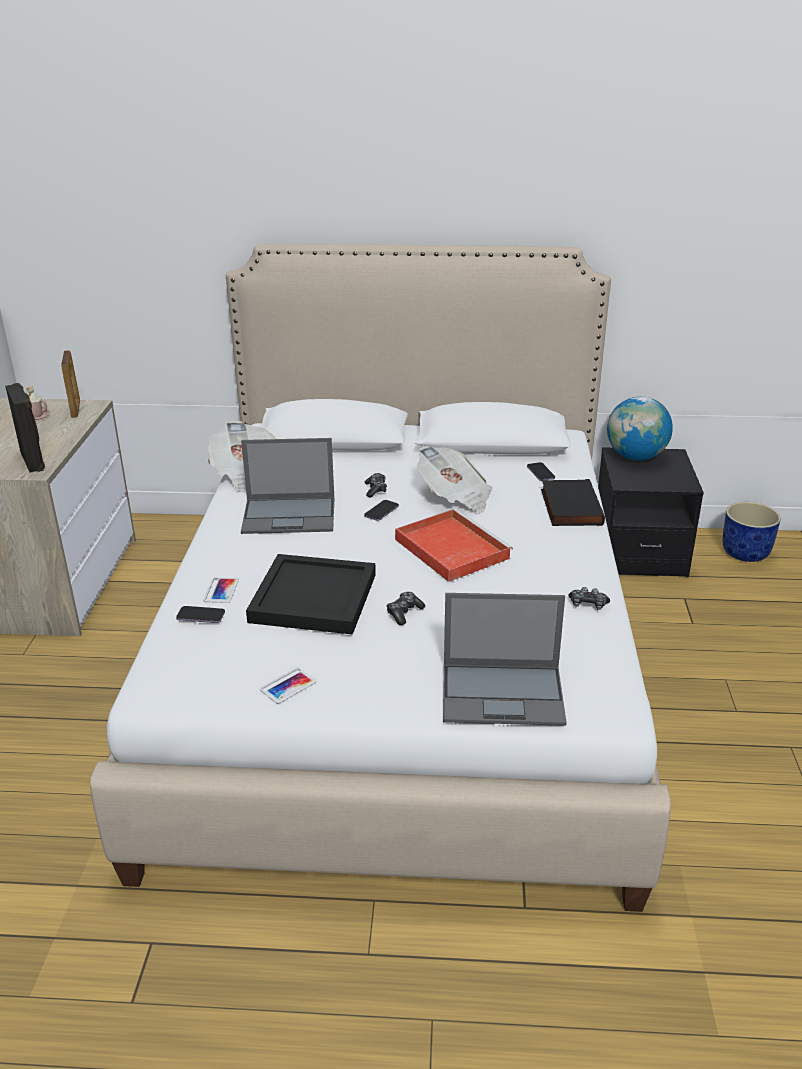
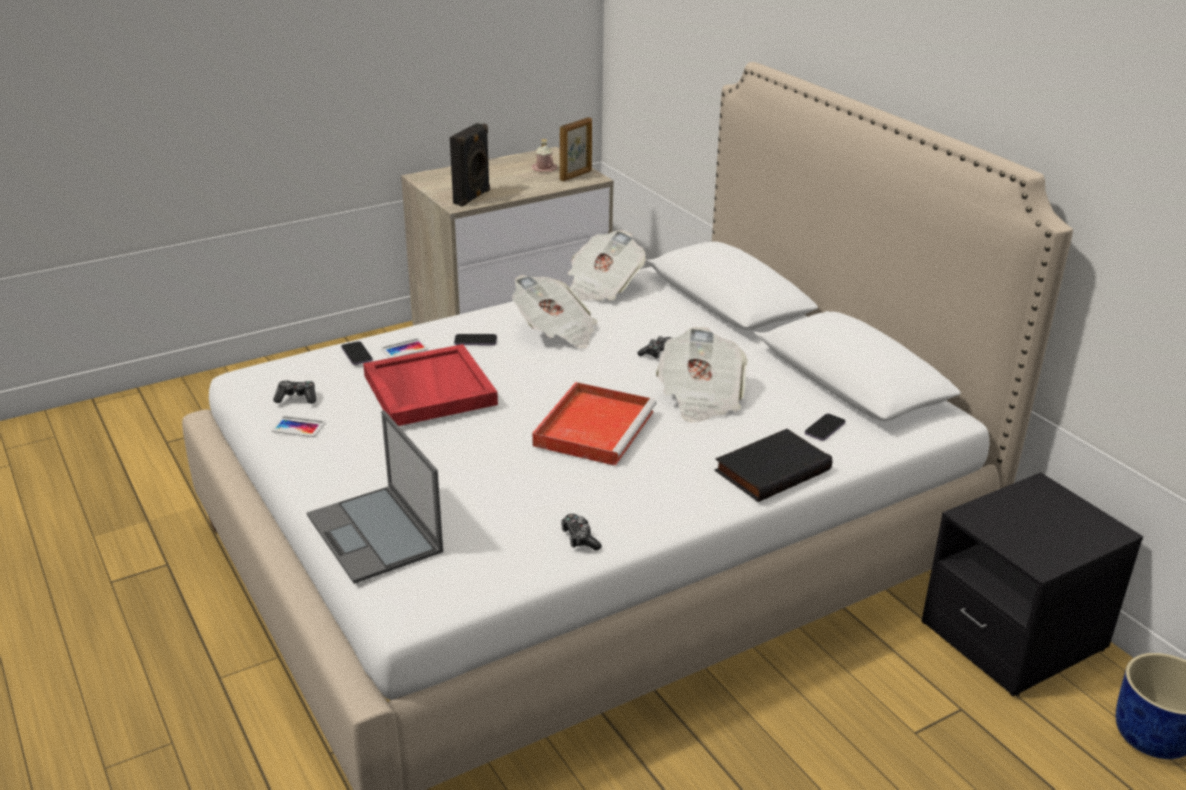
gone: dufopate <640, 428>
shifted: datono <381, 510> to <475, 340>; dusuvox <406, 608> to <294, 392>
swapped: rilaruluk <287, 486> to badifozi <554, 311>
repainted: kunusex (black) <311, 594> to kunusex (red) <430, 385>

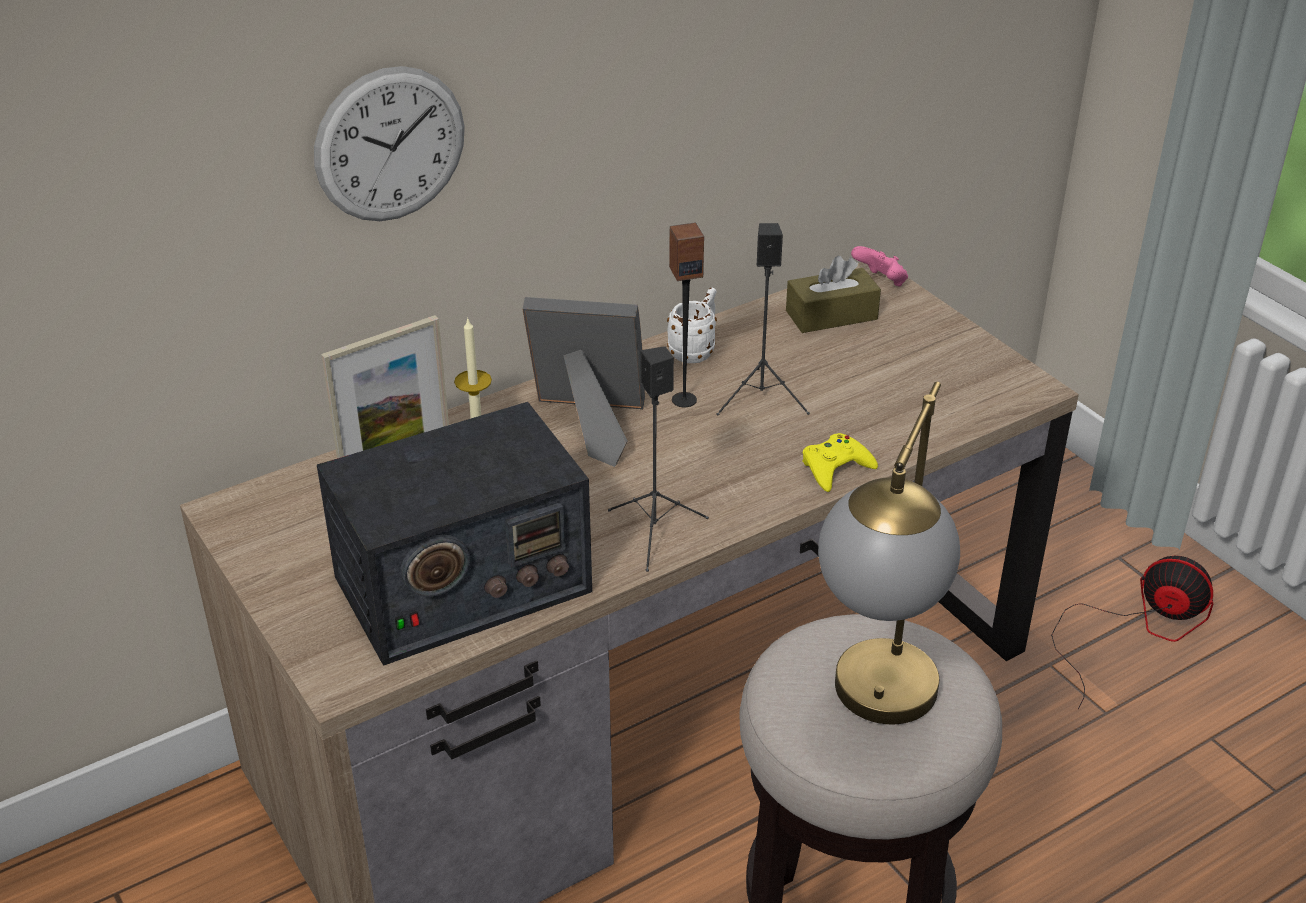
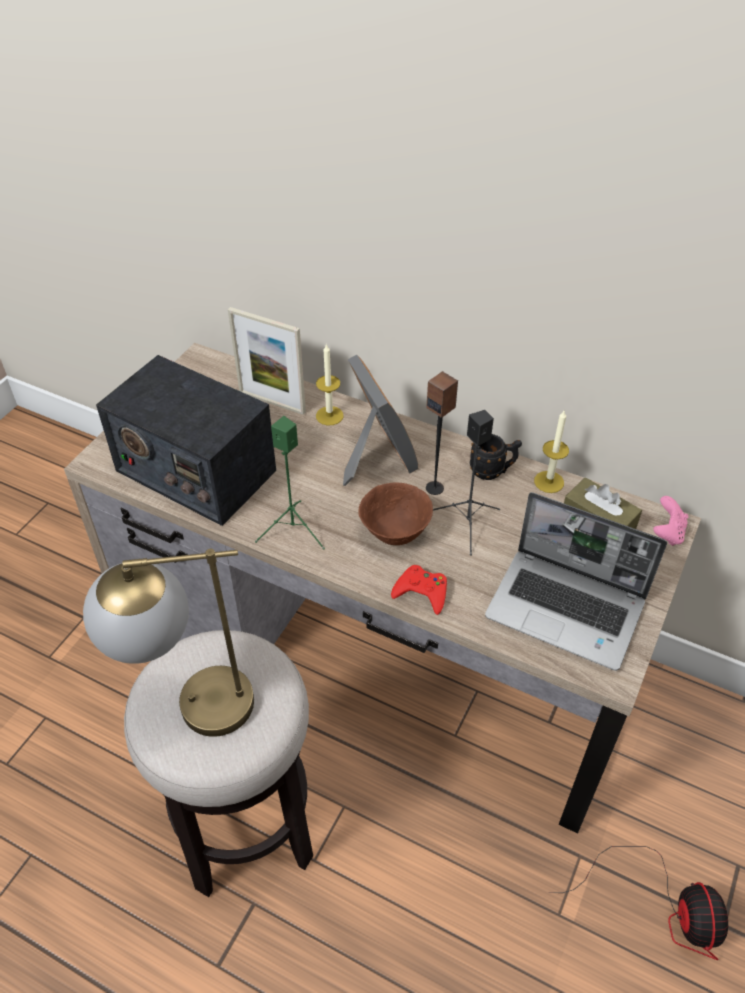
gone: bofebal <389, 143>
new: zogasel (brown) <395, 513>; rilaruluk <576, 581>; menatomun <551, 452>
repainted: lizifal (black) <658, 459> to lizifal (green) <290, 483>; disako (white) <692, 325> to disako (black) <496, 457>; dusuvox (yellow) <840, 462> to dusuvox (red) <419, 590>

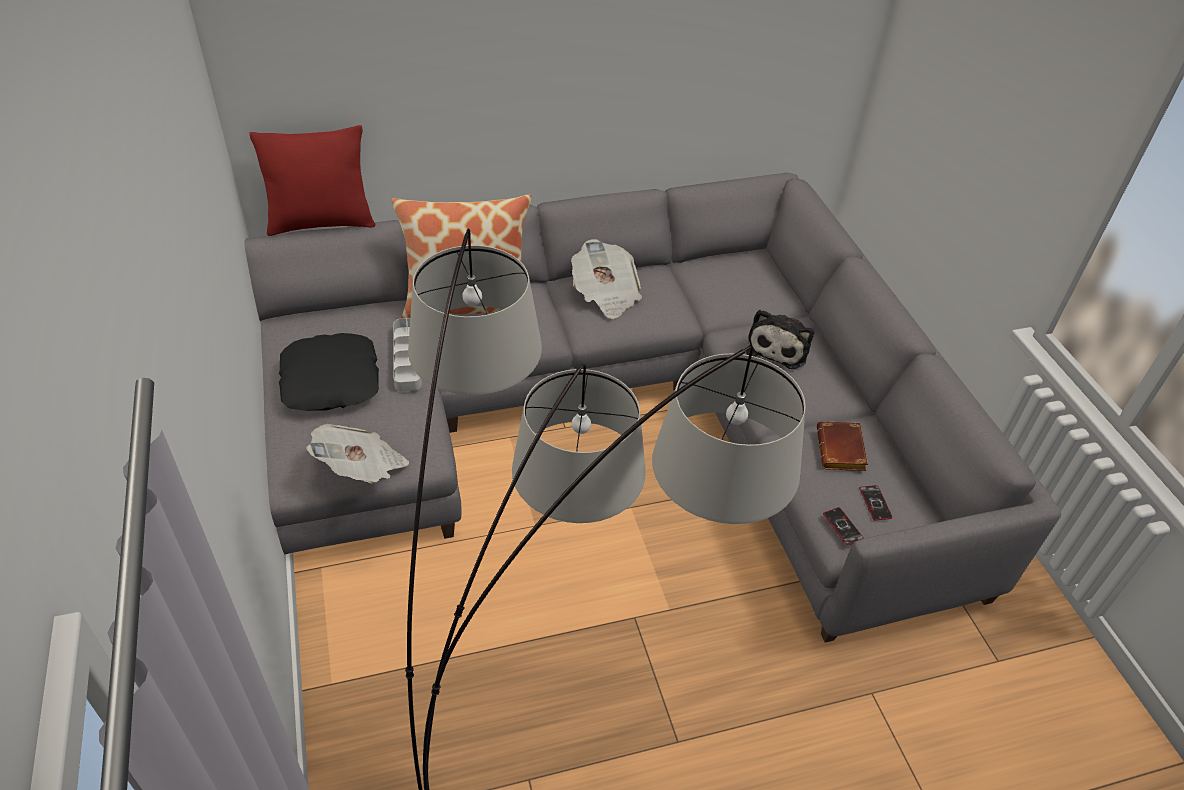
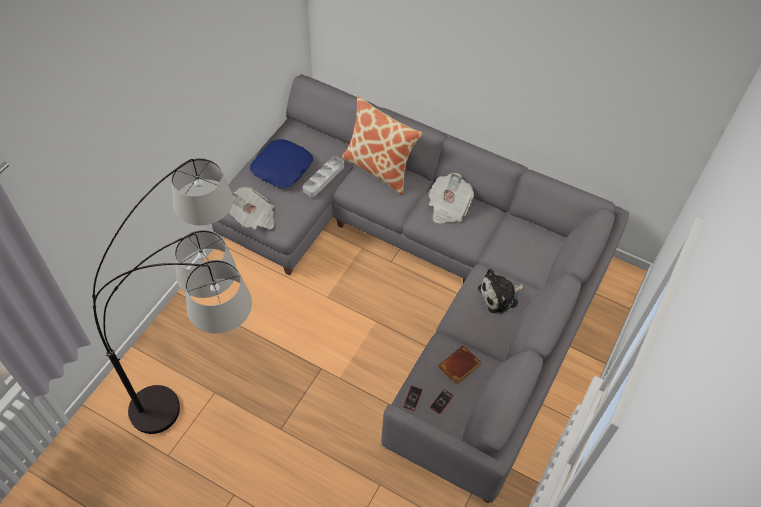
gone: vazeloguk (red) <312, 180>
repainted: vazeloguk (black) <329, 372> to vazeloguk (blue) <281, 163>

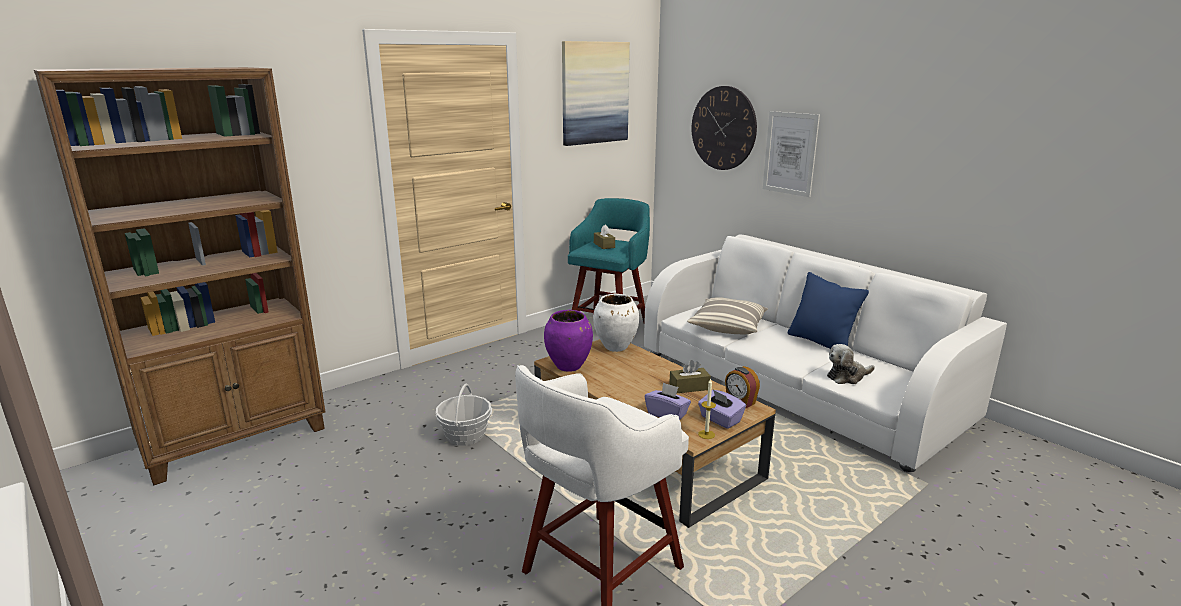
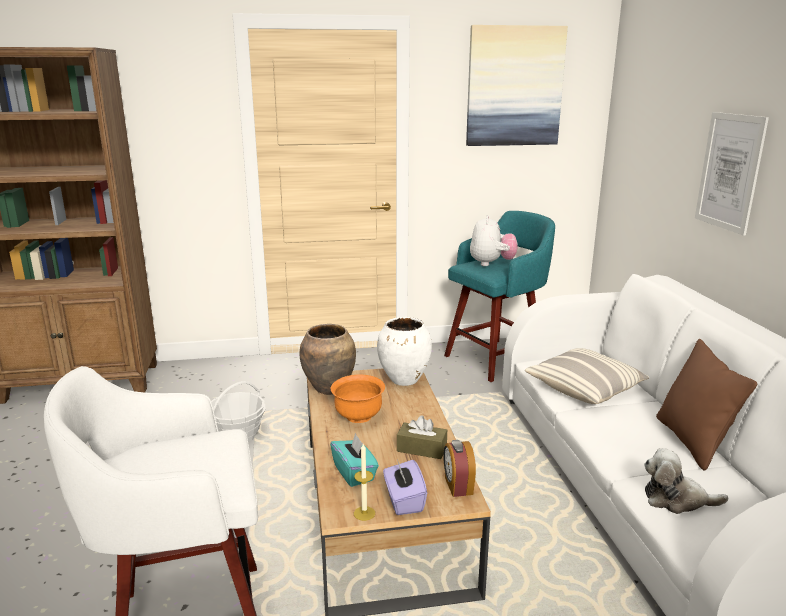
gone: bofebal <724, 128>
new: zogasel (orange) <358, 398>
swapped: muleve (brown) <604, 237> to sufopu <494, 240>
repainted: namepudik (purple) <568, 340> to namepudik (brown) <328, 359>; muleve (purple) <668, 401> to muleve (turquoise) <354, 460>; vazeloguk (blue) <828, 310> to vazeloguk (brown) <706, 405>

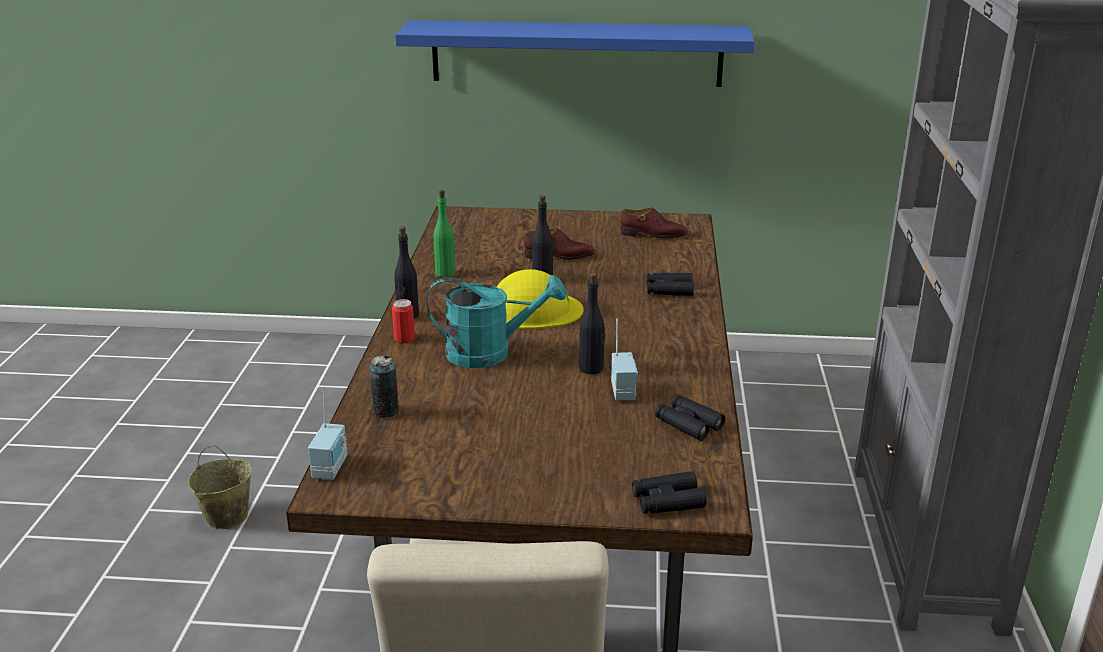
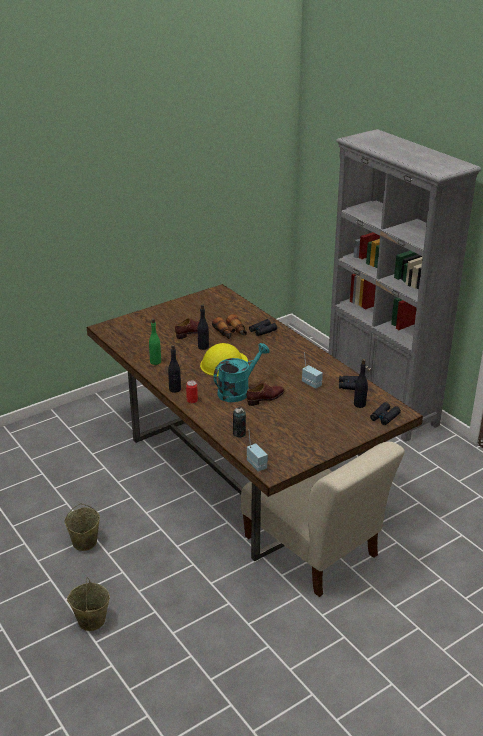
gone: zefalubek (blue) <574, 53>
new: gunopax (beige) <88, 604>; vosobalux <229, 326>
shifted: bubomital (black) <592, 323> to <361, 383>; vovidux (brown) <654, 223> to <266, 394>

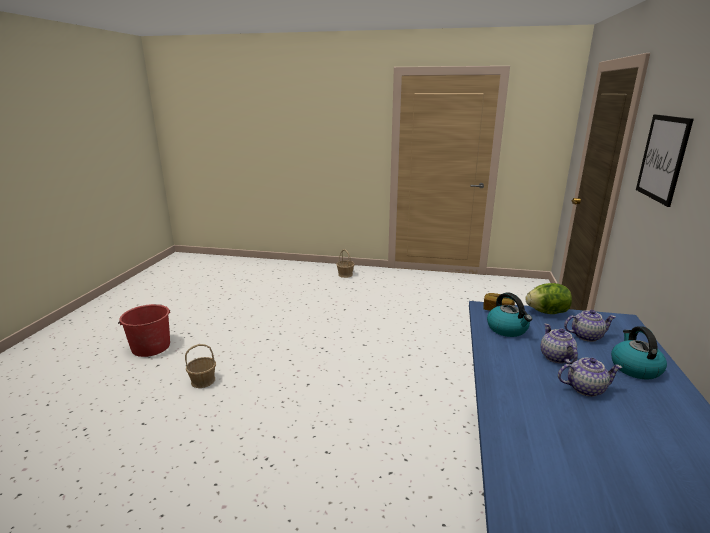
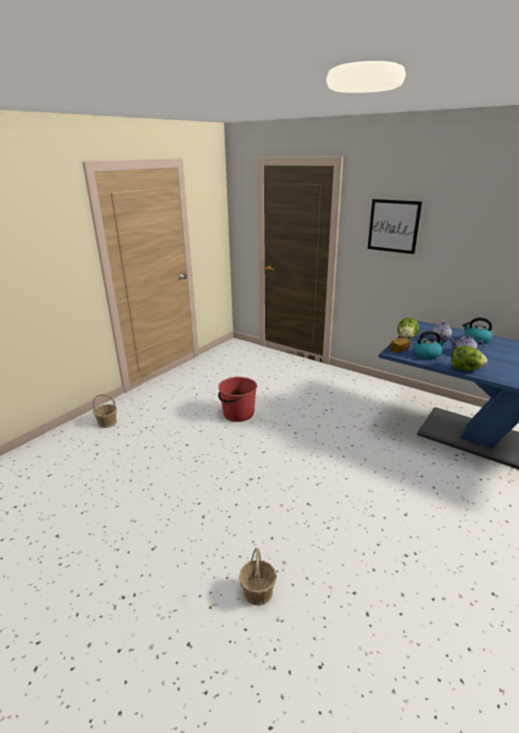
gone: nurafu <590, 377>
new: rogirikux <469, 358>
shifted: gunopax (red) <144, 330> to <237, 399>

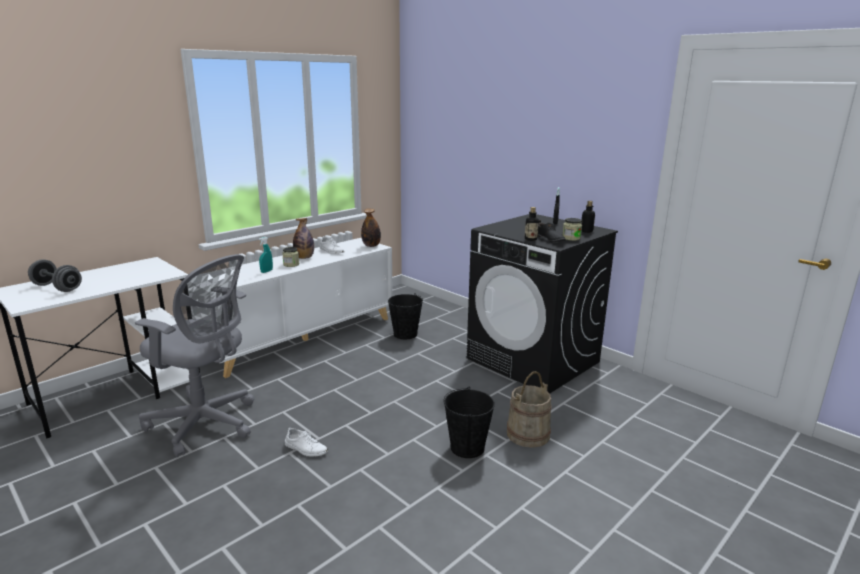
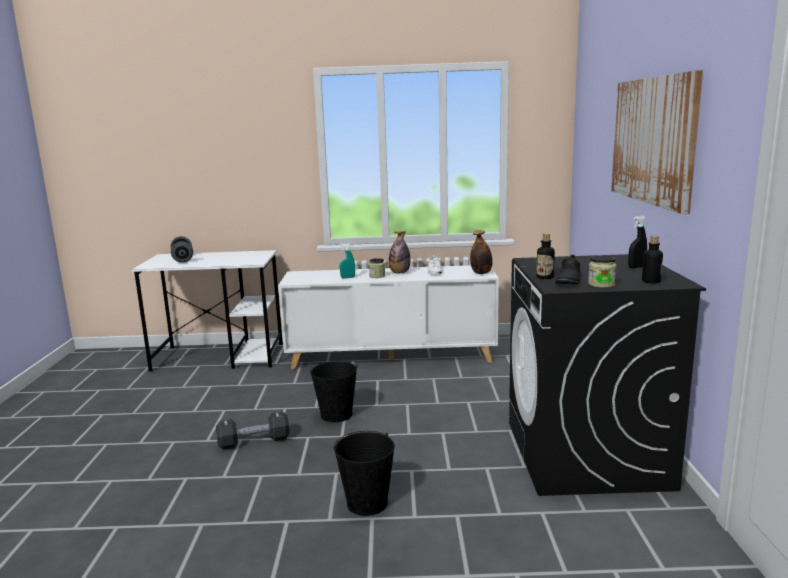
gone: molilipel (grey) <195, 355>; gunopax (beige) <529, 409>
new: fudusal <657, 142>
shifted: gunopax (black) <405, 316> to <333, 392>
swapped: vovidux (white) <306, 442> to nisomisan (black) <252, 430>

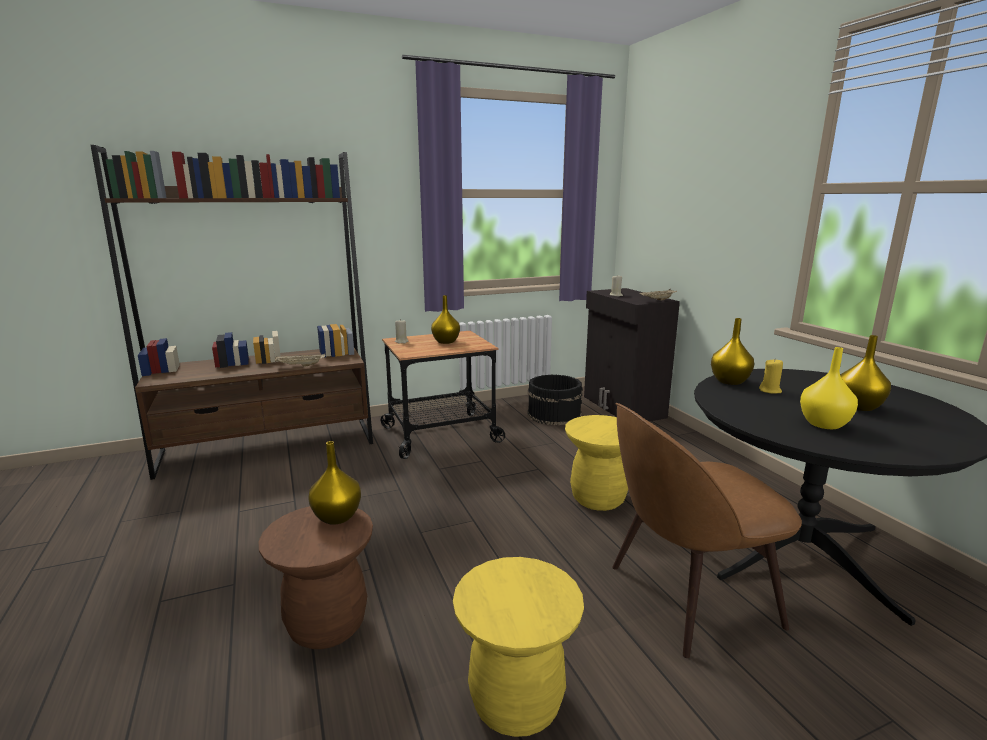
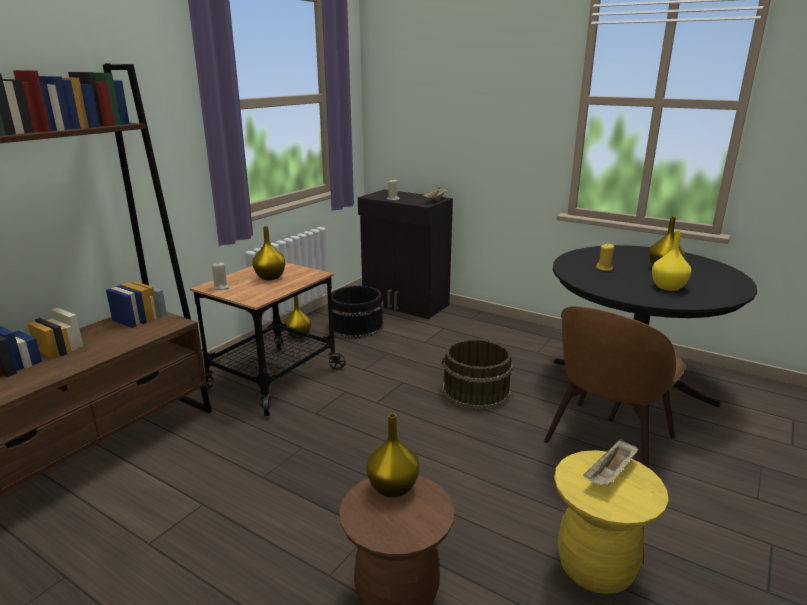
shifted: kunusex (beige) <300, 360> to <611, 462>; namepudik (yellow) <732, 351> to <298, 317>
swapped: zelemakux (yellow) <596, 463> to gunopax (brown) <477, 374>

